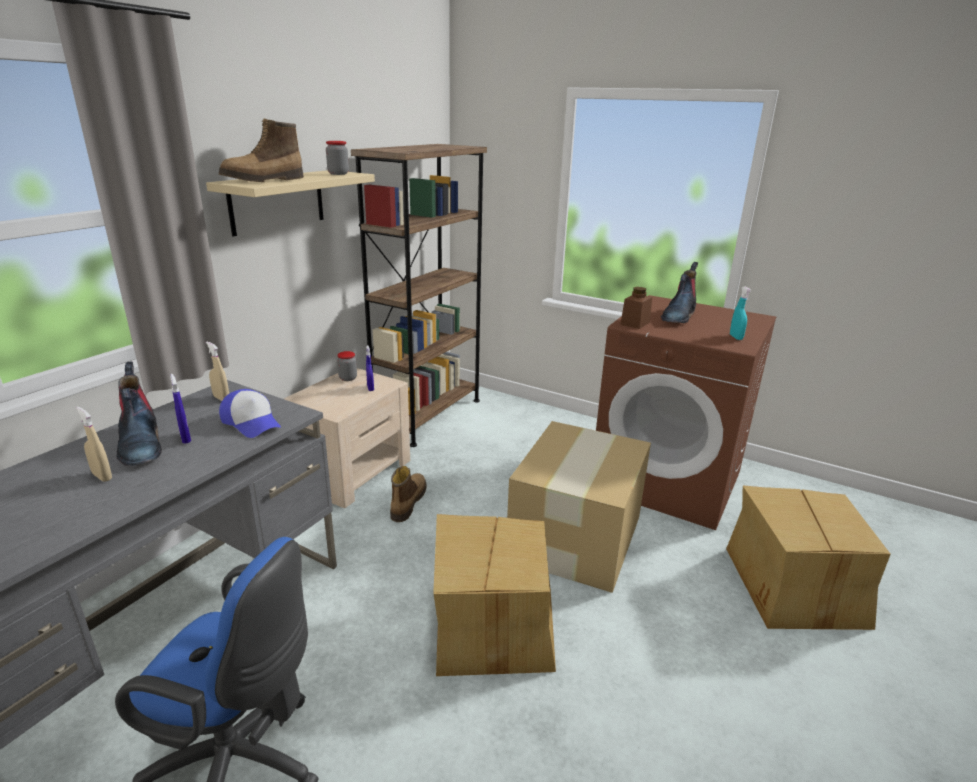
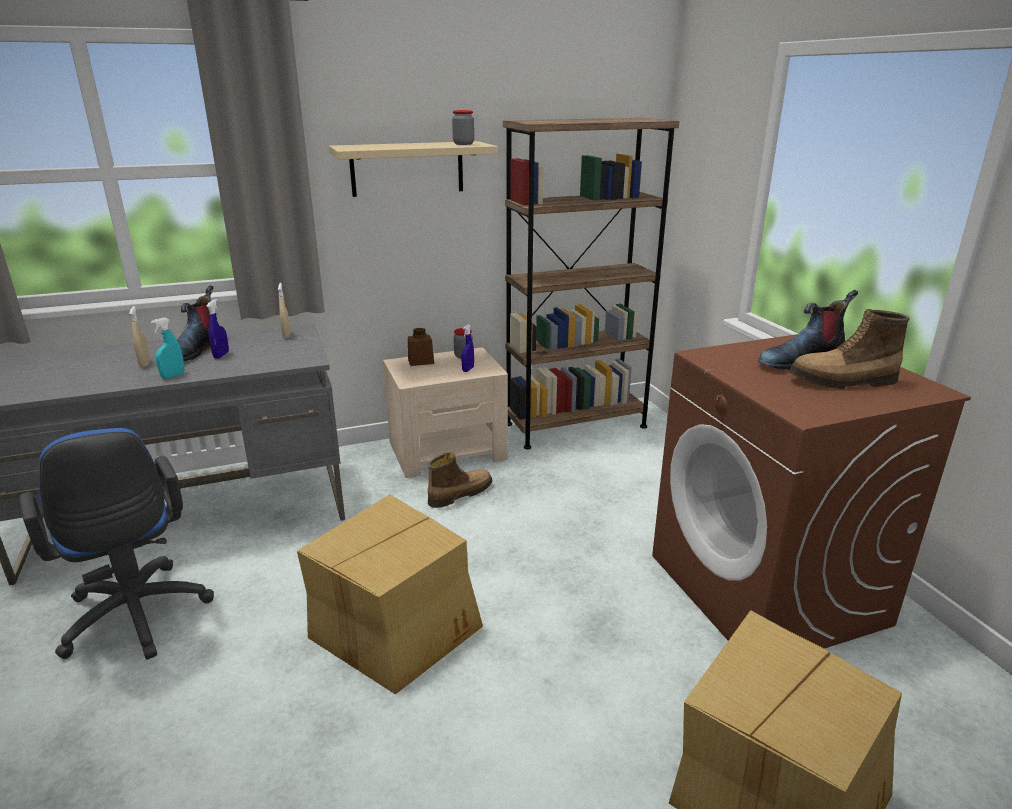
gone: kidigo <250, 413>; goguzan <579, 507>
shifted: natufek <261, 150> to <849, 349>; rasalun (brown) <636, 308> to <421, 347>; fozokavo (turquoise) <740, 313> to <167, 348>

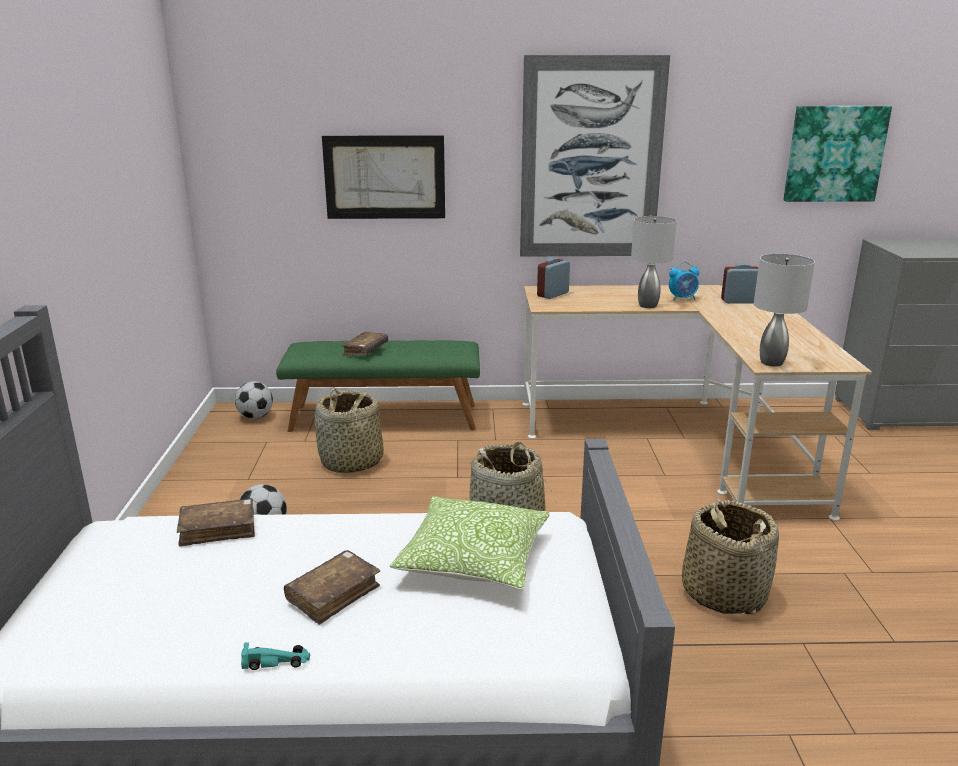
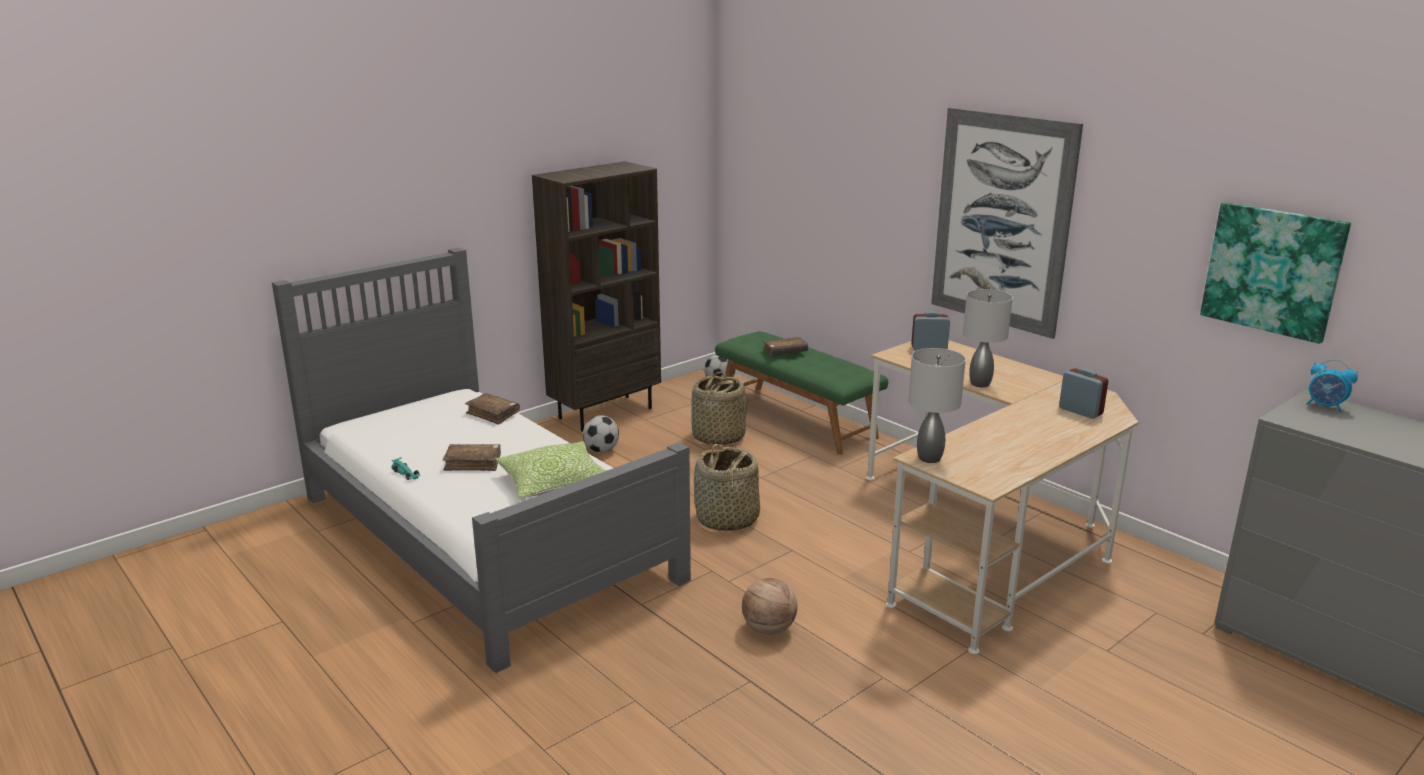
gone: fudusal <383, 177>
new: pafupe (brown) <596, 296>
shifted: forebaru <684, 281> to <1332, 385>
swapped: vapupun <730, 556> to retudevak <769, 606>

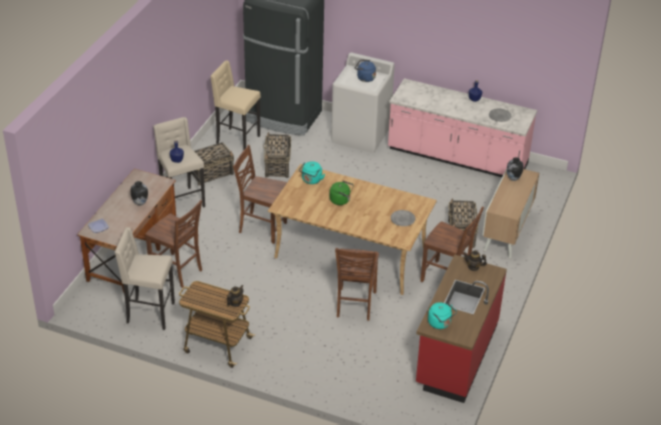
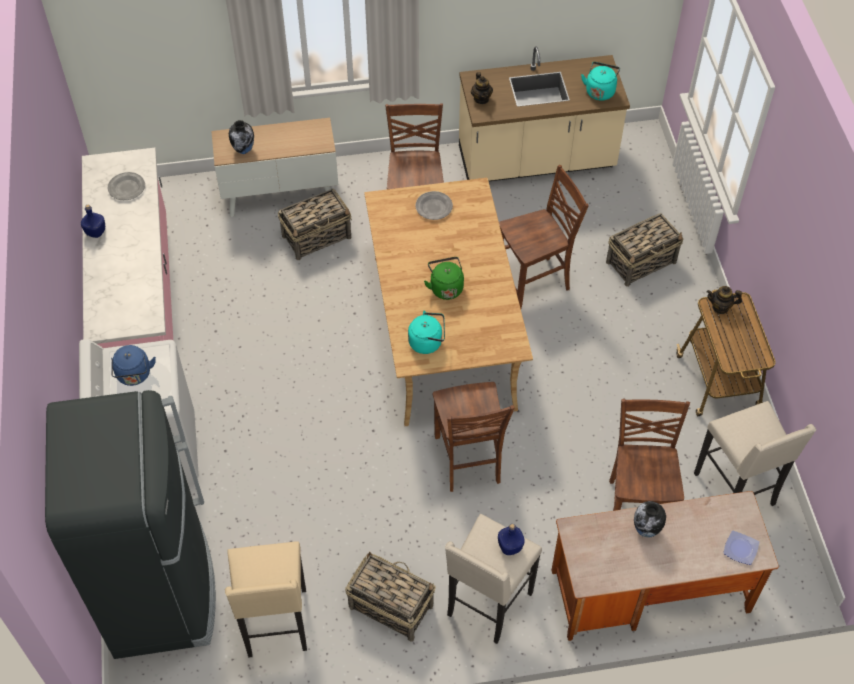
shifted: vapupun <277, 155> to <644, 250>
repainted: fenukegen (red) <461, 328> to fenukegen (beige) <544, 114>

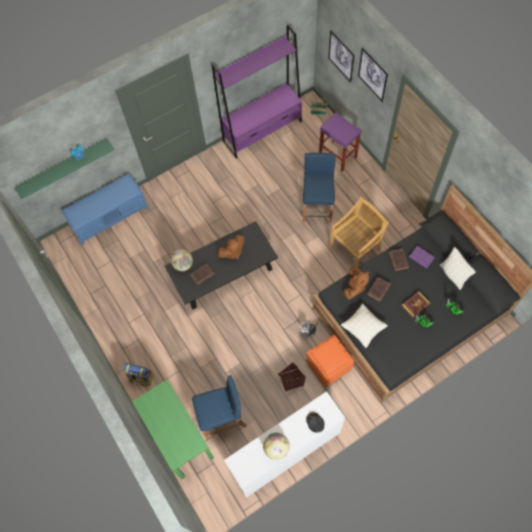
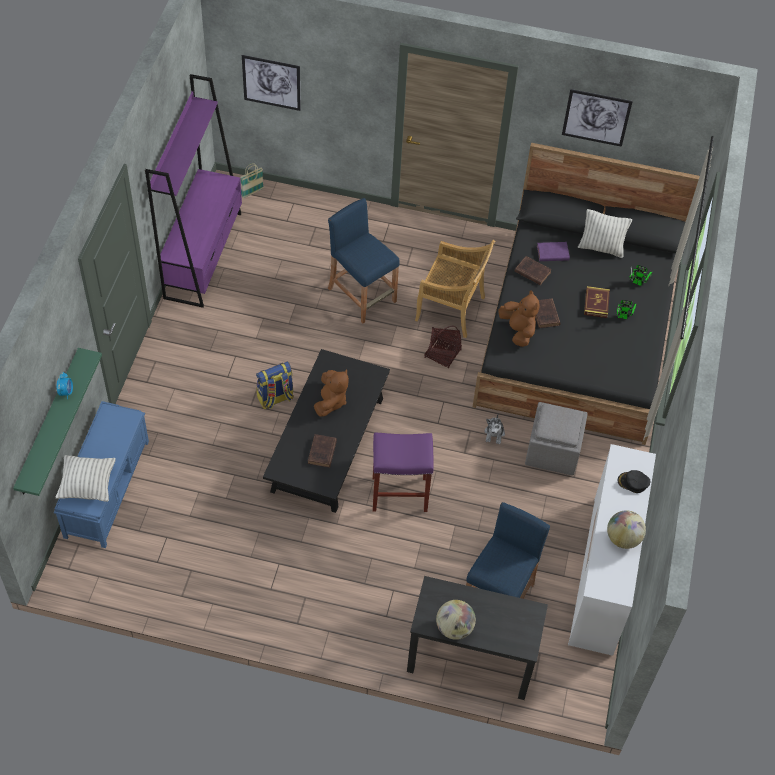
shifted: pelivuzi <139, 375> to <275, 385>; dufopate <182, 260> to <456, 620>; vapupun <291, 376> to <443, 347>; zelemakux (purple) <340, 142> to <403, 472>; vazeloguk <364, 326> to <86, 478>; fudusal <373, 74> to <597, 118>
repainted: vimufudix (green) <173, 429> to vimufudix (black) <477, 638>; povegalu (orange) <330, 361> to povegalu (grey) <556, 438>
rotated: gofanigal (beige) <359, 231> = <455, 289> 105 degrees clockwise

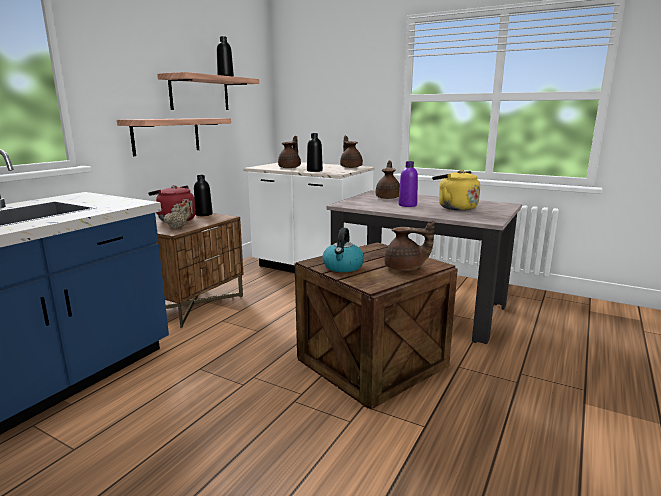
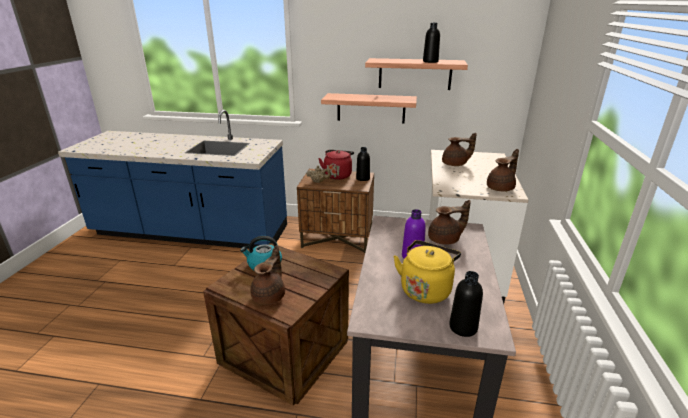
shifted: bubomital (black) <315, 152> to <466, 304>
rotated: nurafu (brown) <409, 245> = <267, 275> 150 degrees counterclockwise

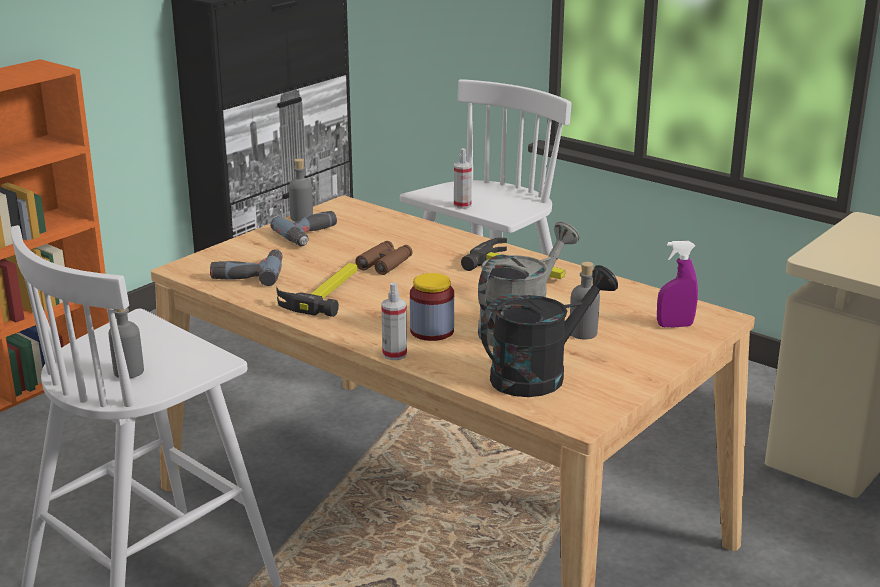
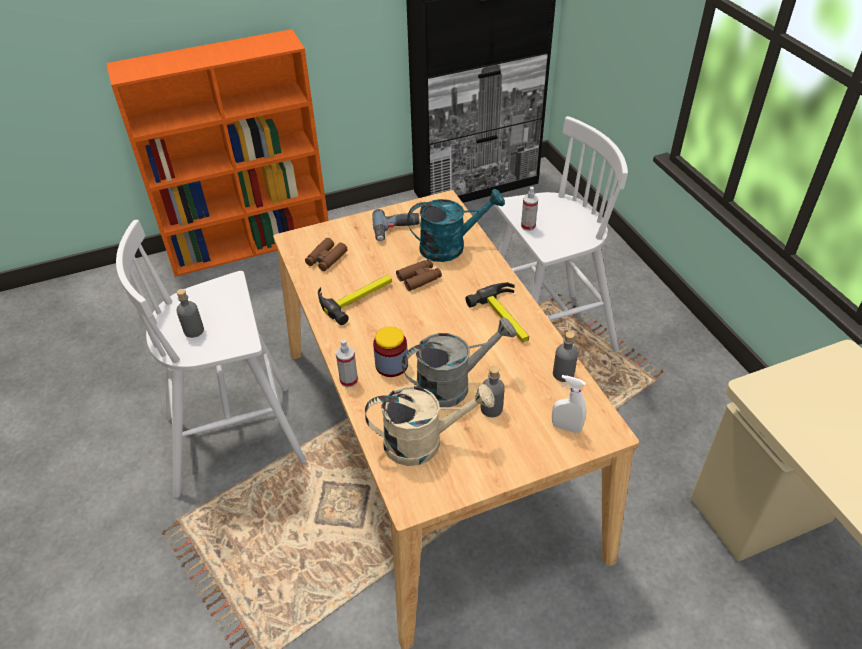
new: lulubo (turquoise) <456, 225>
shifted: bubomital (grey) <301, 189> to <565, 356>
swapped: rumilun <246, 267> to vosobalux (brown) <326, 254>
repainted: lulubo (black) <549, 331> to lulubo (beige) <430, 425>; fozokavo (purple) <677, 284> to fozokavo (white) <569, 404>

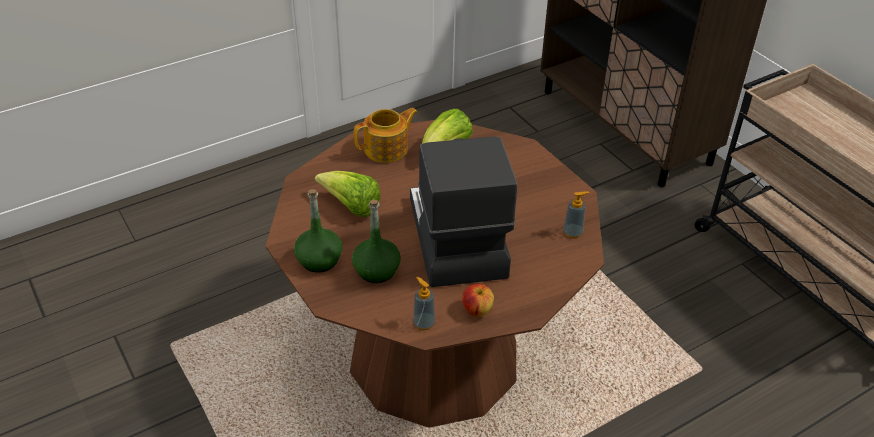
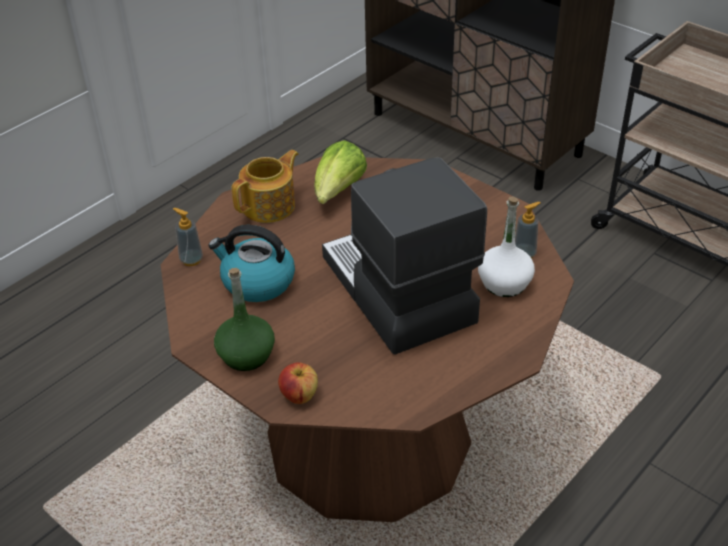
gone: bubomital (green) <376, 241>
new: bubomital (white) <506, 247>
shifted: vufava <424, 303> to <188, 237>; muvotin <478, 300> to <298, 383>
swapped: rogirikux <347, 194> to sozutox <251, 263>

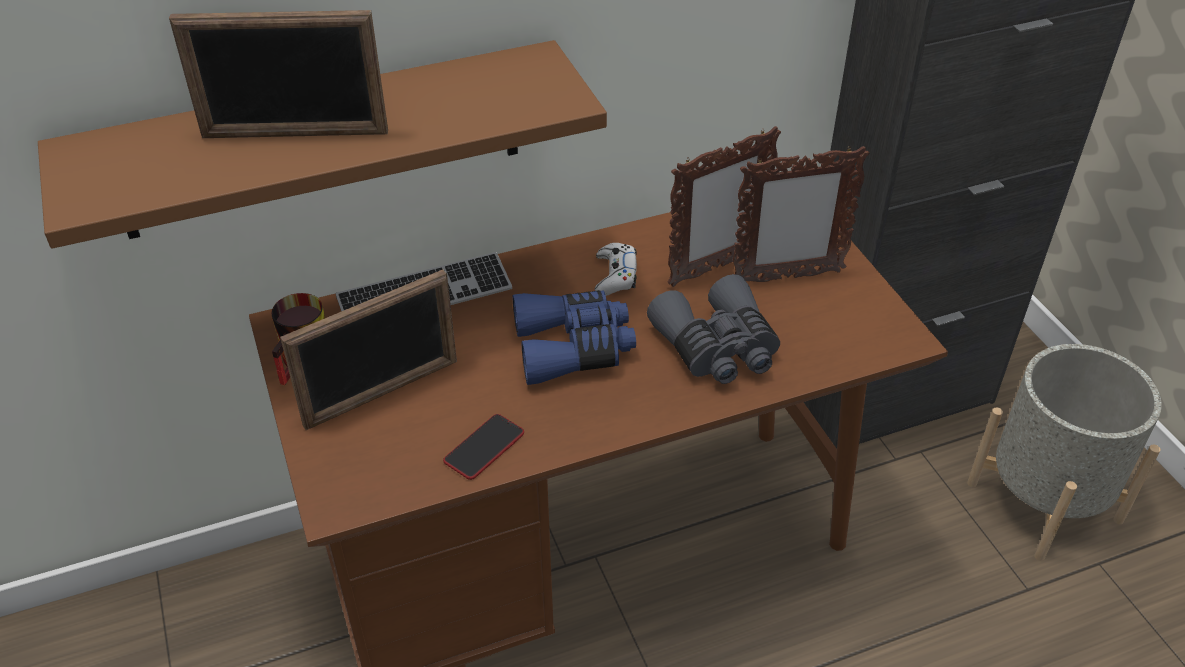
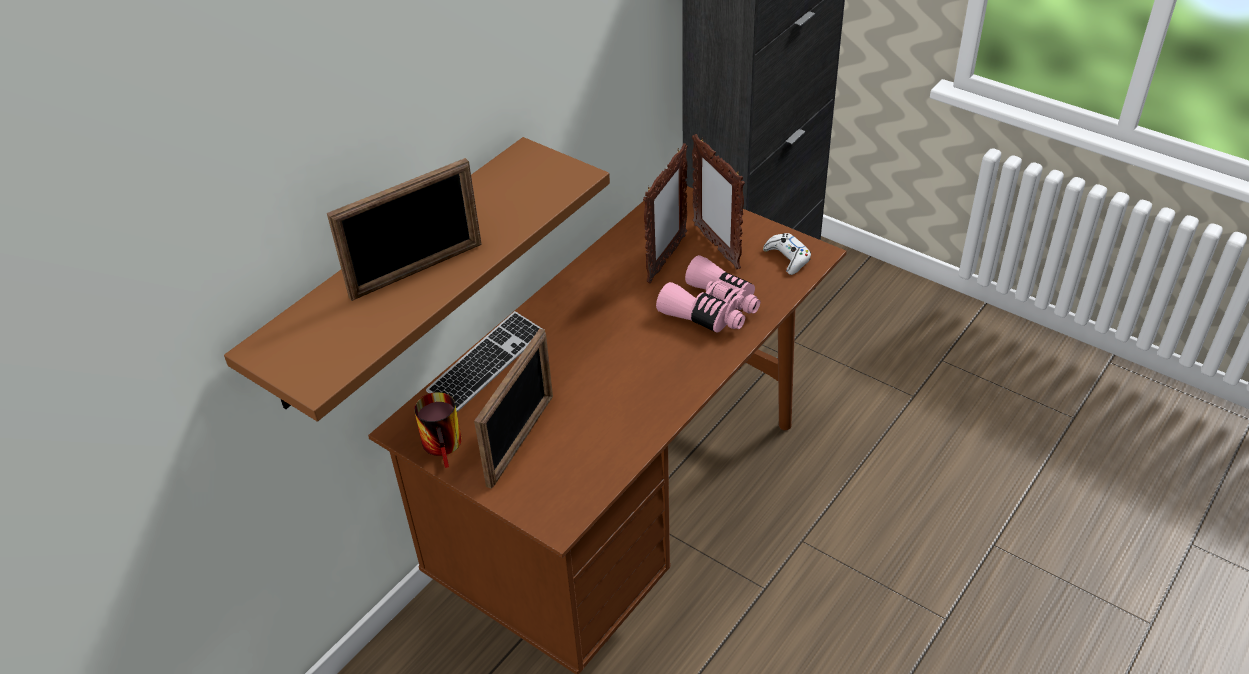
gone: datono <483, 447>; vosobalux (blue) <574, 337>; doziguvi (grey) <1064, 452>
shifted: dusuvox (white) <616, 269> to <787, 254>
repainted: vosobalux (grey) <713, 329> to vosobalux (pink) <708, 294>
rotated: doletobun <801, 214> = <718, 202> 105 degrees clockwise

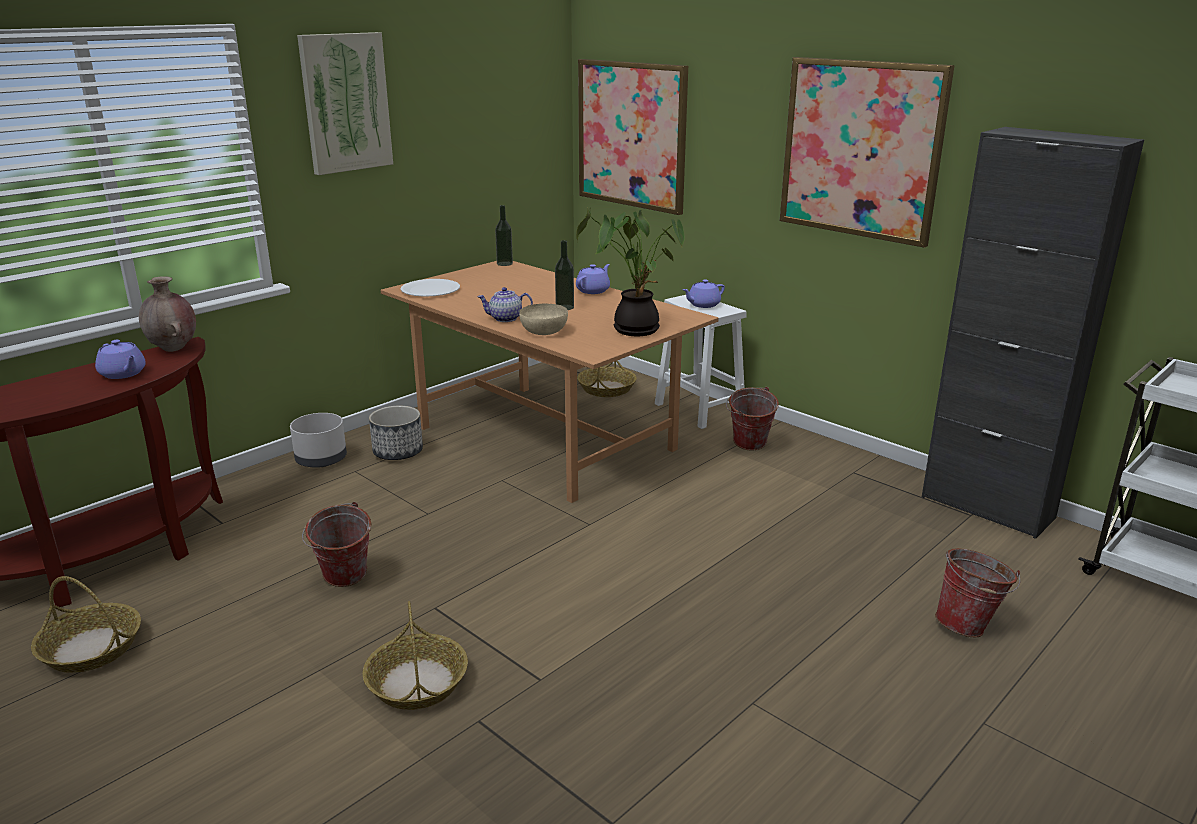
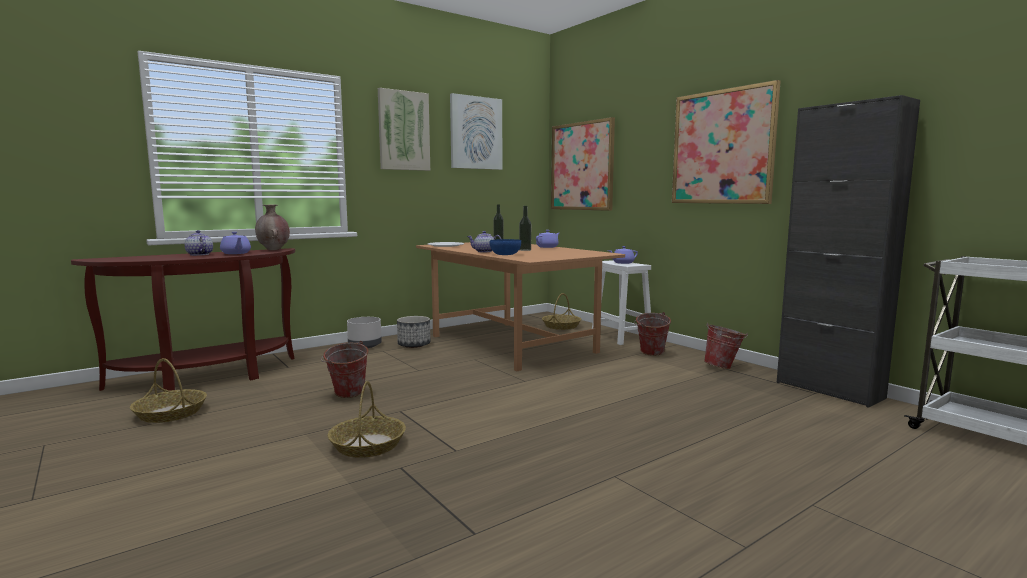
gone: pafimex <630, 271>
new: nurafu <199, 243>; fudusal <476, 131>
shifted: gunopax <977, 593> to <726, 345>
repainted: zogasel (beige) <543, 319> to zogasel (blue) <505, 247>

